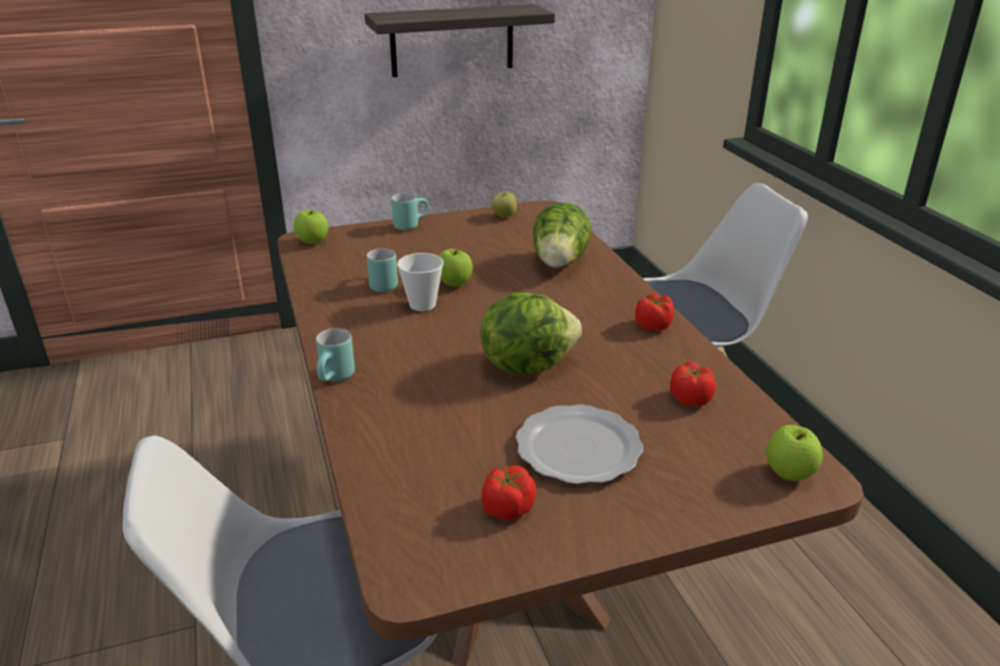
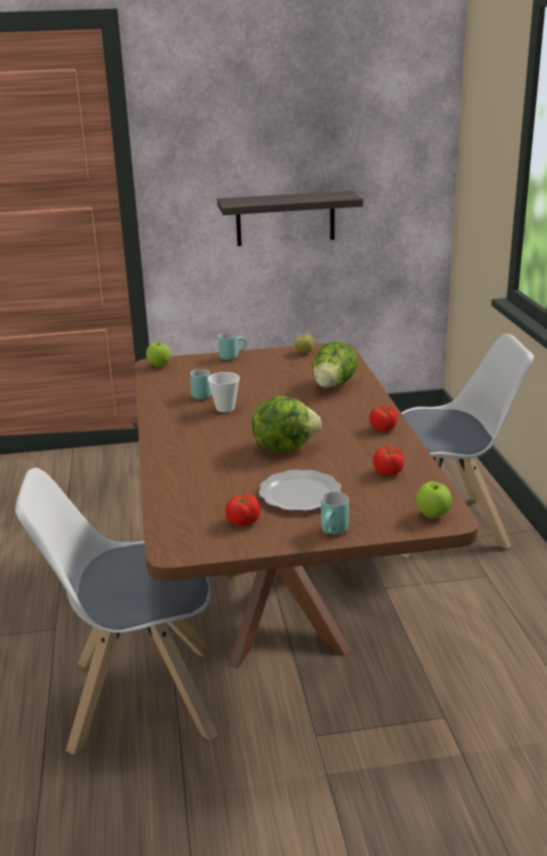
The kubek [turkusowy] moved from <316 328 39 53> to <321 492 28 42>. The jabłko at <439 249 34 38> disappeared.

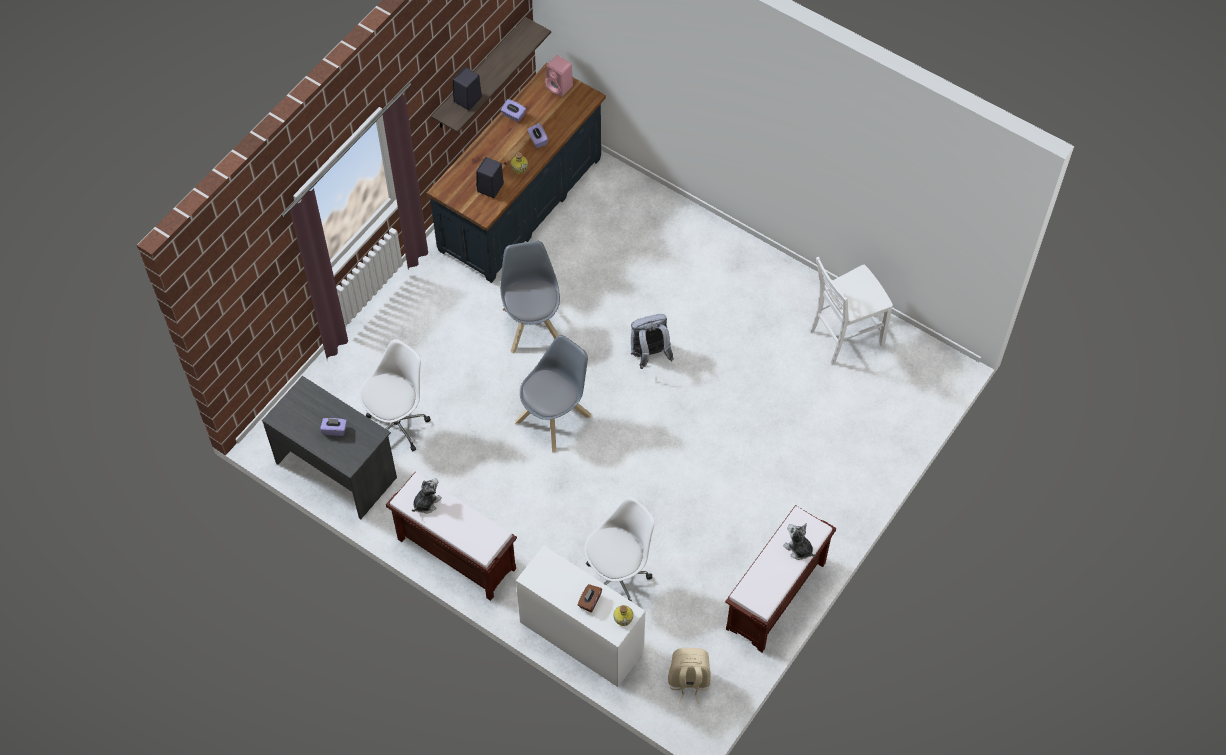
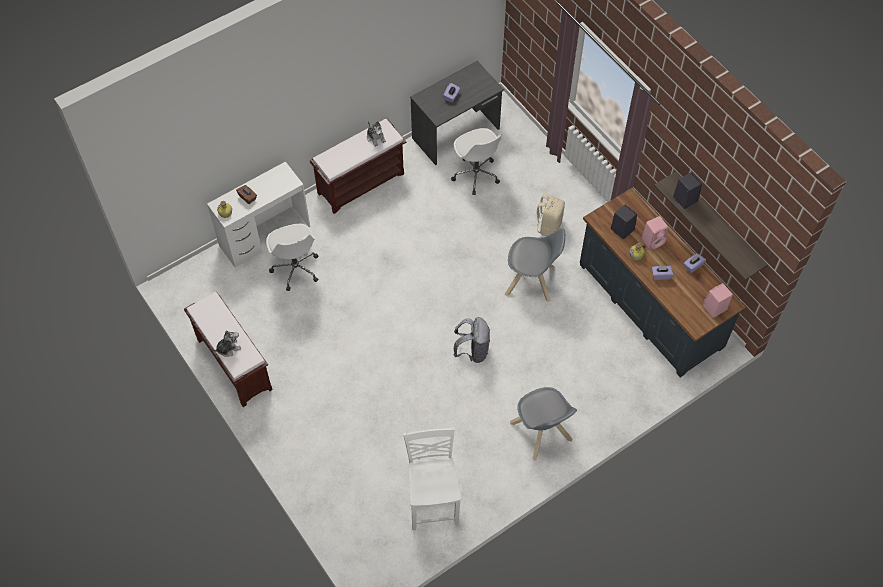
The krzesło [szary] moved from <515 335 76 118> to <510 387 67 74>. The plecak [beżowy] moved from <668 648 43 56> to <530 194 35 42>. The głośnik [różowy] at <642 216 26 35> appeared.

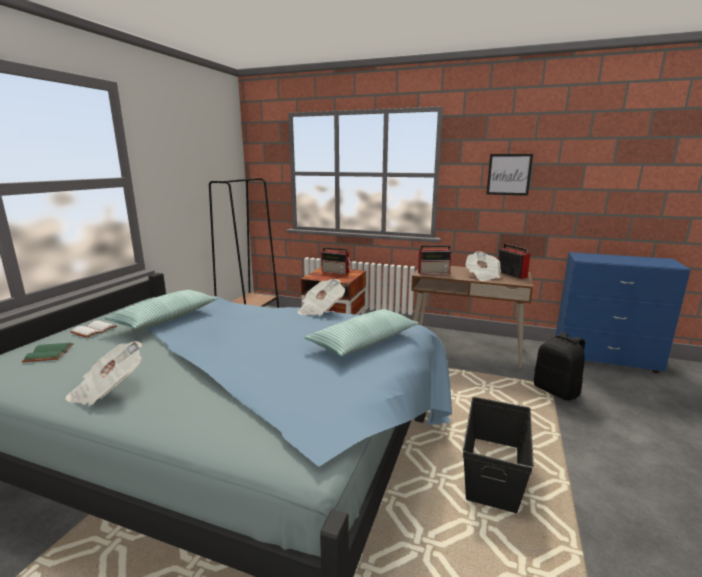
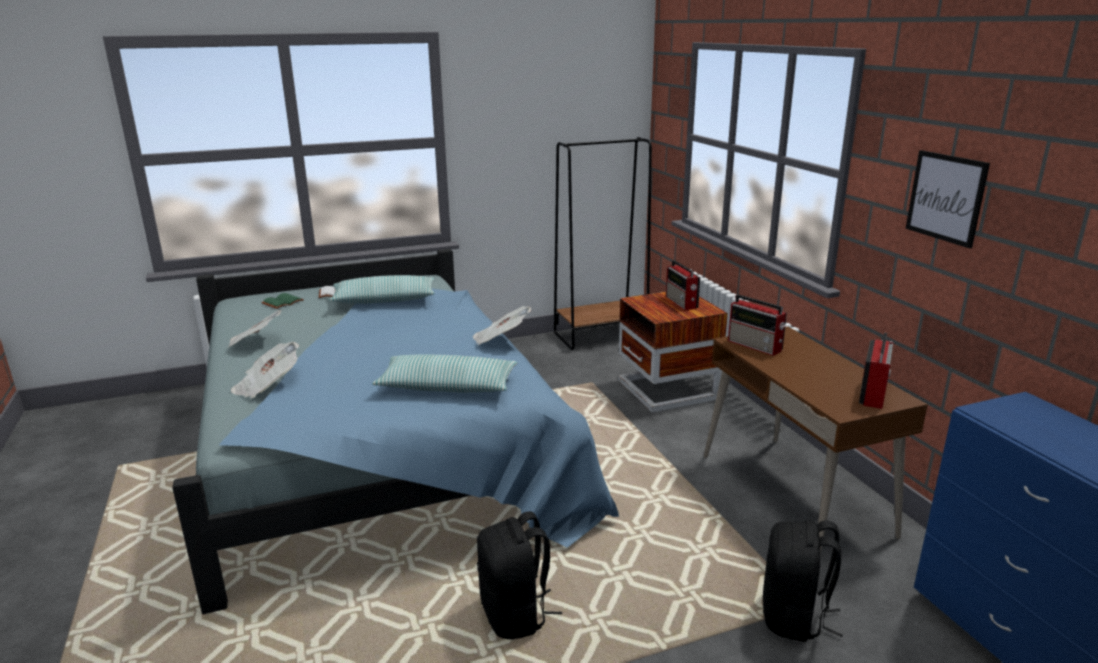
The pojemnik do przechowywania [czarny] at <463 397 71 116> was replaced by the plecak [czarny] at <477 511 85 128>. The gazeta moved from <465 252 36 29> to <231 342 68 56>.

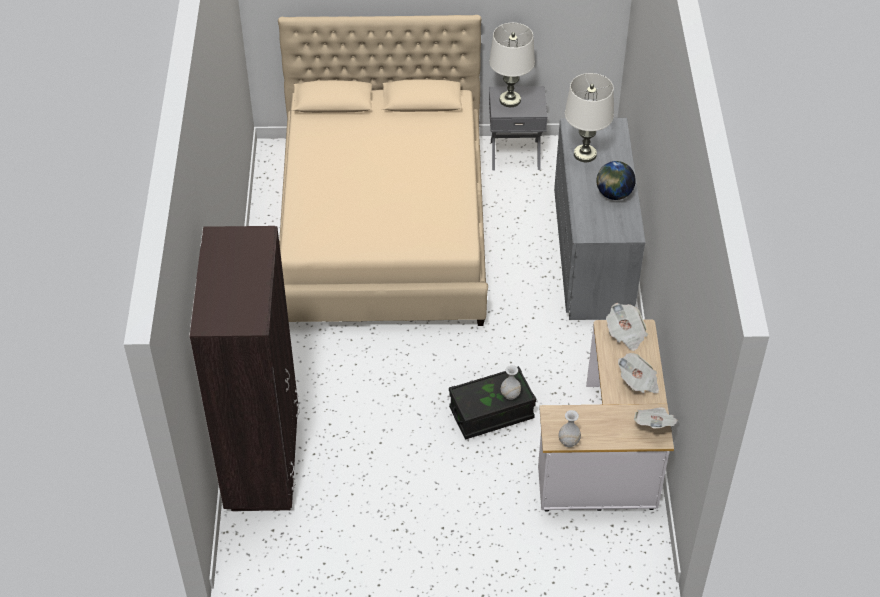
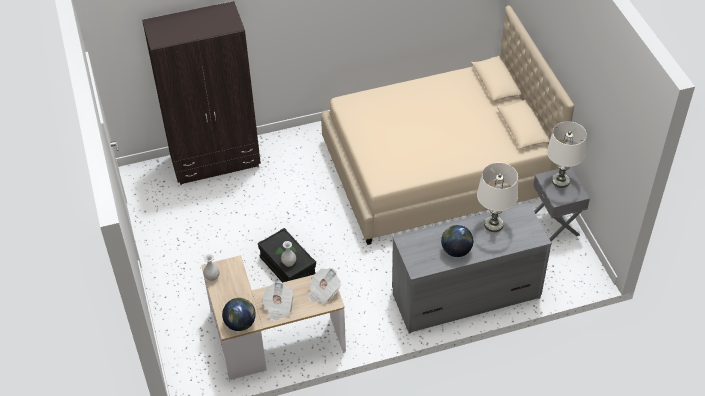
The gazeta at <634 407 44 21> was replaced by the globus at <222 298 34 33>.

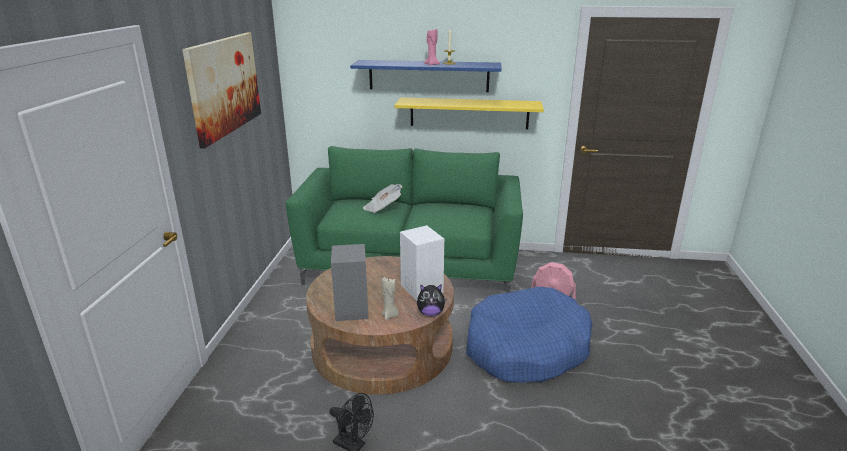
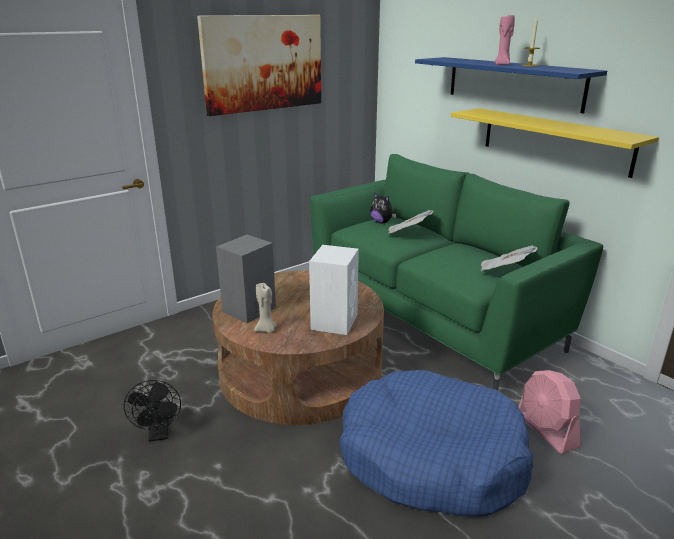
The pluszak moved from <417 284 29 32> to <370 192 26 32>. The gazeta at <481 245 56 26> appeared.

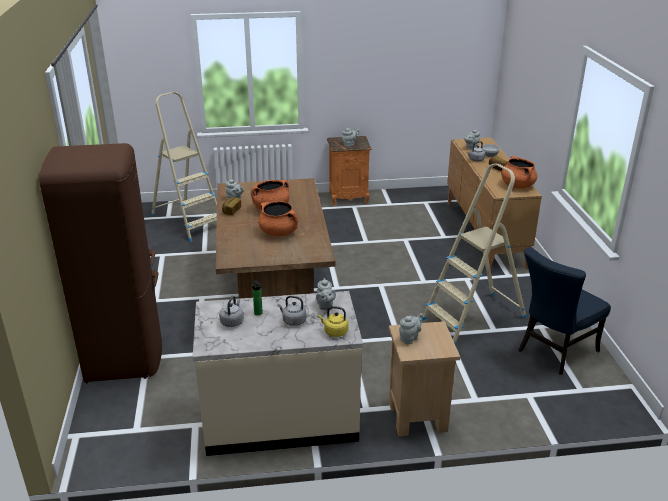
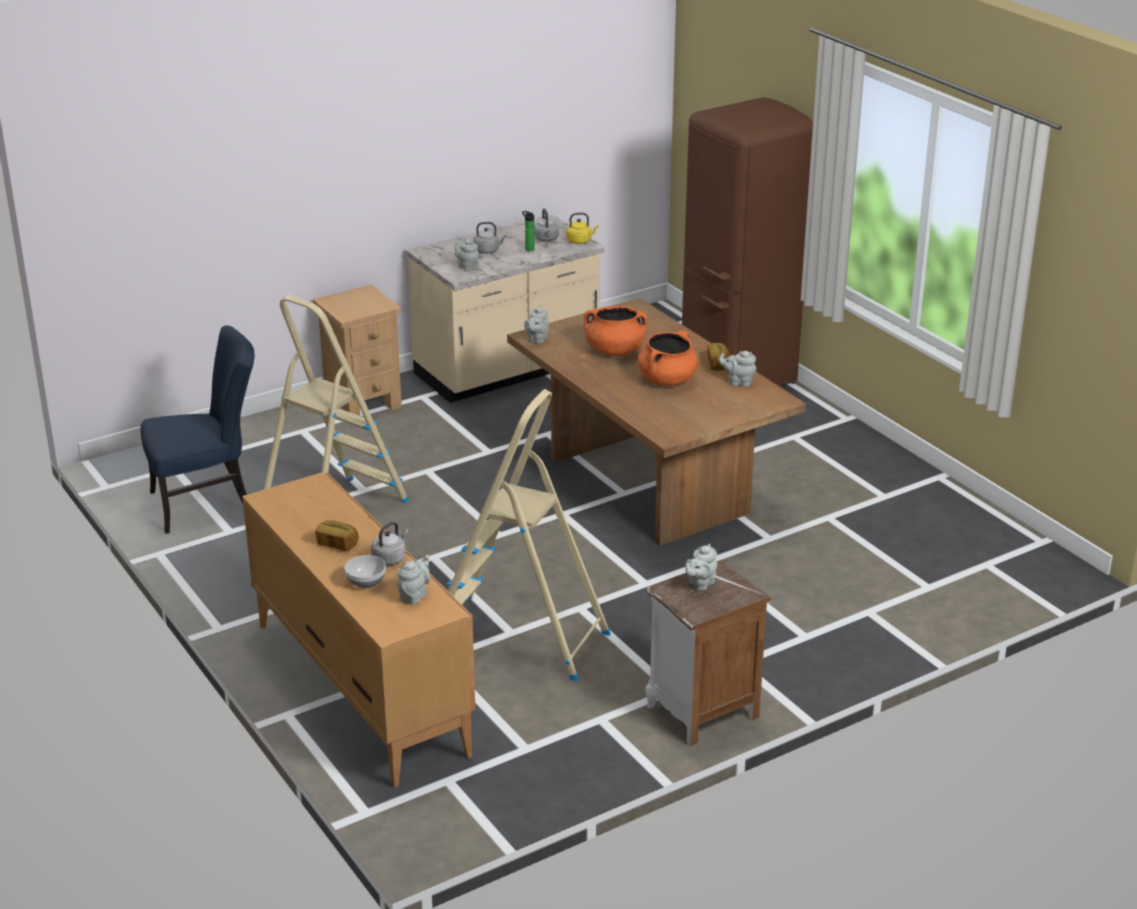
The drabinka [beżowy] moved from <151 92 66 150> to <447 389 164 292>. The czajnik [żółty] moved from <318 306 31 31> to <566 213 33 31>. The szafka nocna [pomarańczowy] at <327 136 45 70> became the szafka nocna [biały] at <645 561 127 185>. The imbryk [szary] moved from <399 313 24 32> to <524 305 25 39>. The garnek [pomarańczowy] at <501 156 36 32> disappeared. The krzesło [niebieski] at <519 248 92 127> turned 45 degrees clockwise.

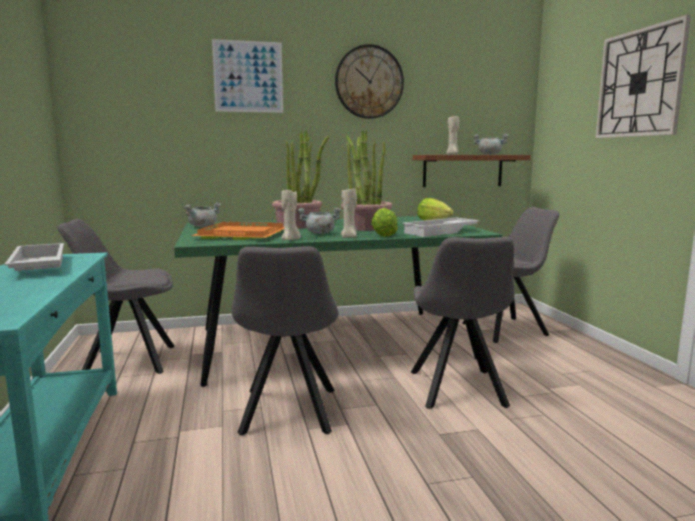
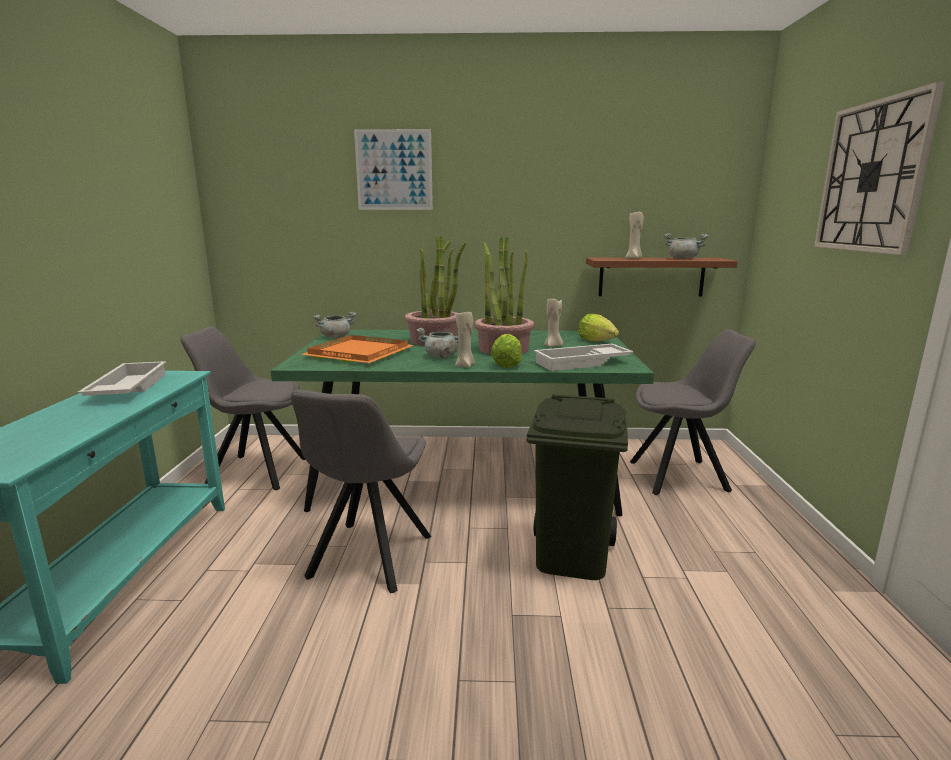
The świeca [beżowy] moved from <281 190 20 50> to <544 298 19 49>. The zegar ścienny at <335 44 69 75> disappeared. The krzesło [szary] at <411 237 103 172> was replaced by the kosz na śmieci [zielony] at <527 394 101 186>.

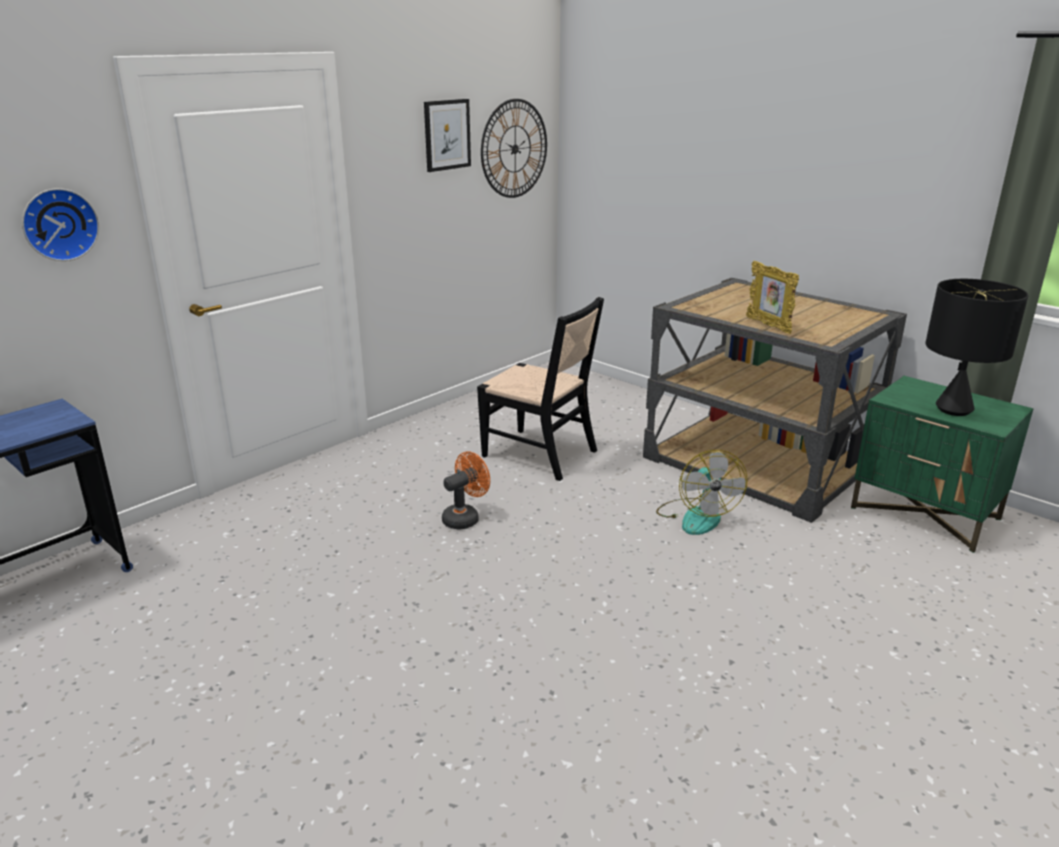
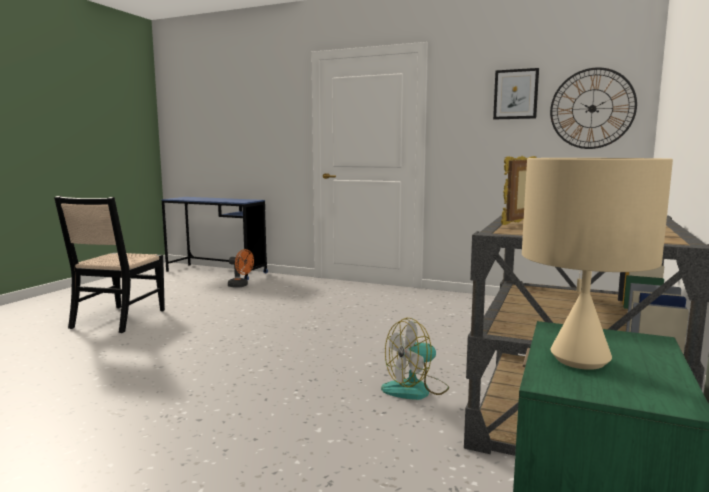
The zegar ścienny at <22 188 77 73> disappeared. The wentylator [pomarańczowy] moved from <442 451 48 79> to <228 249 26 39>. The krzesło moved from <477 297 127 184> to <54 196 111 137>. The lampa stołowa [czarny] at <925 279 103 137> became the lampa stołowa [beżowy] at <522 158 151 212>.

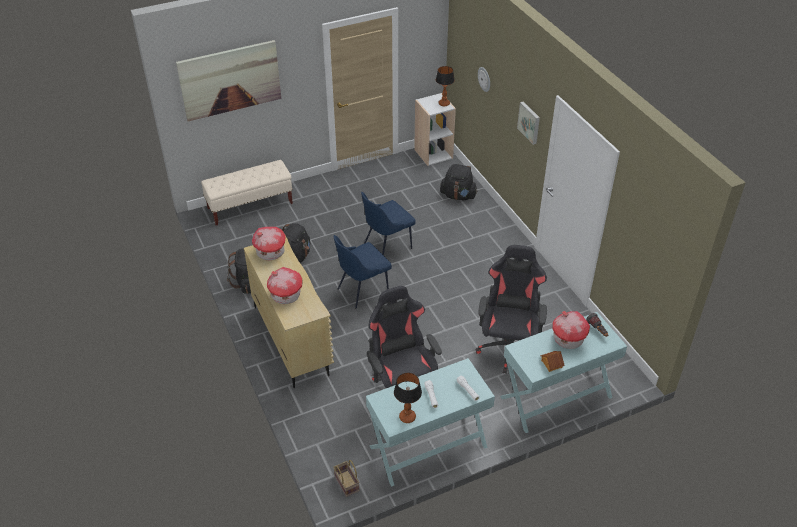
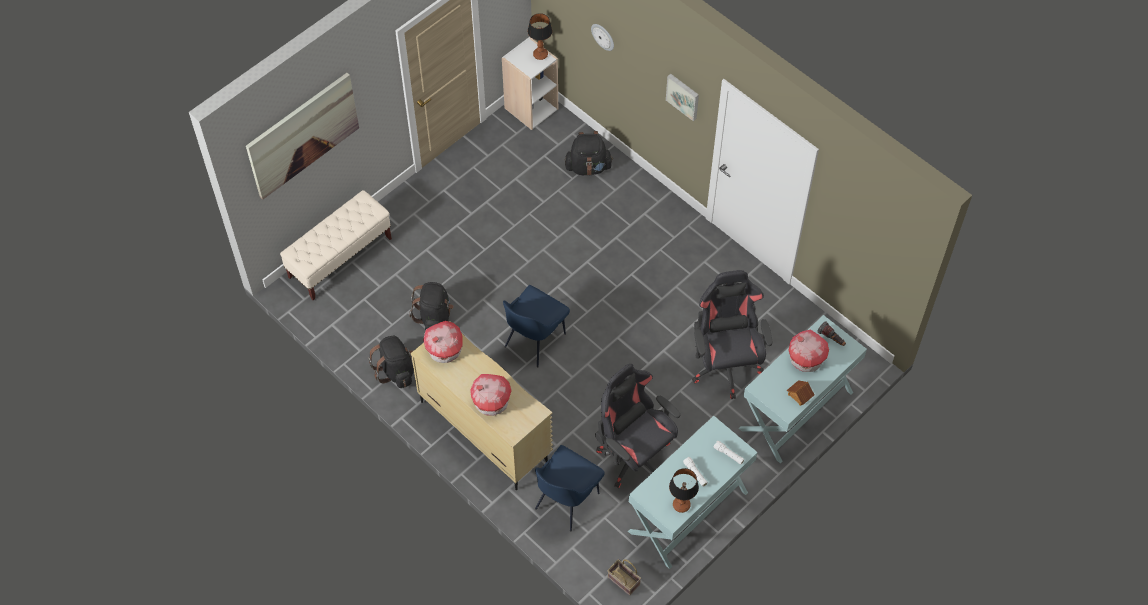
The krzesło [niebieski] moved from <361 192 54 63> to <535 445 70 87>.

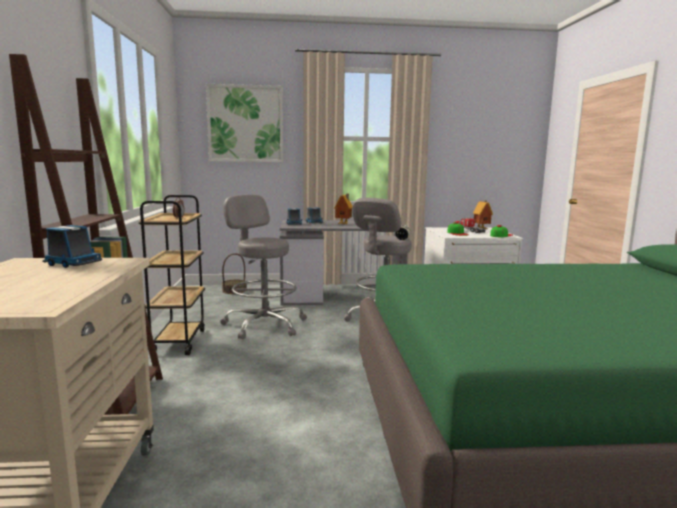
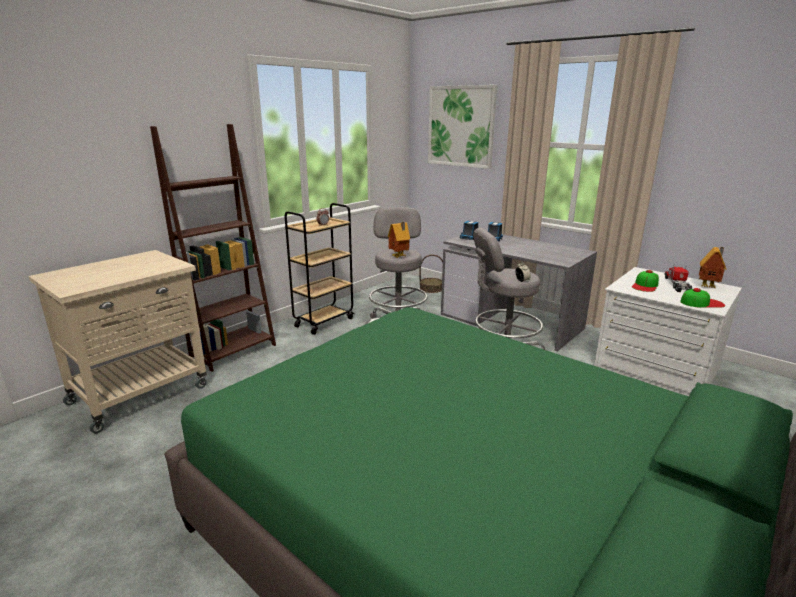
The ciężarówka zabawkowa at <43 225 59 43> disappeared. The domek moved from <334 194 18 30> to <388 222 22 36>.

